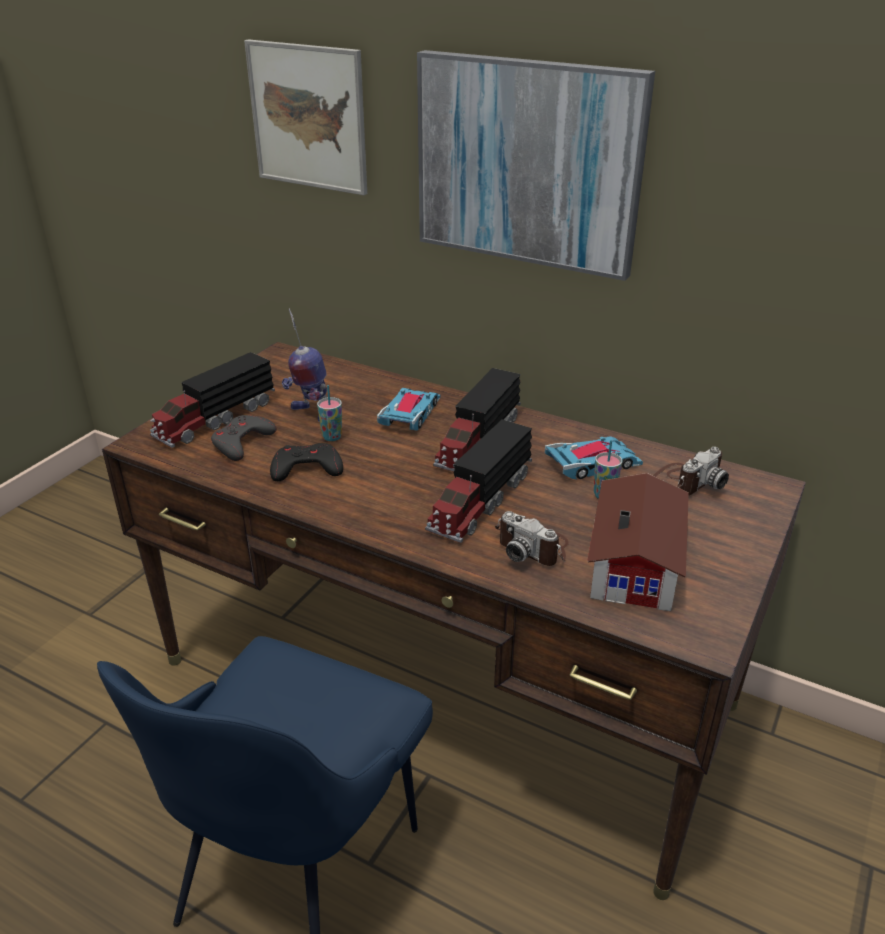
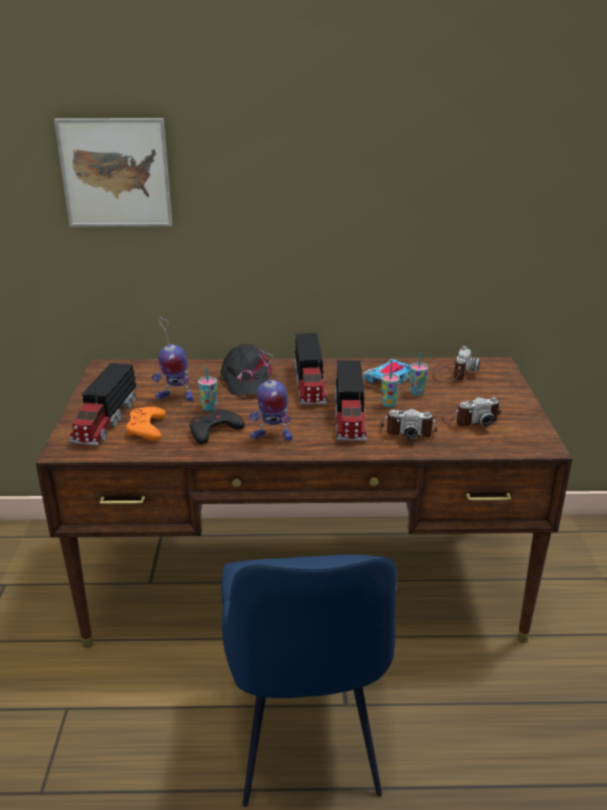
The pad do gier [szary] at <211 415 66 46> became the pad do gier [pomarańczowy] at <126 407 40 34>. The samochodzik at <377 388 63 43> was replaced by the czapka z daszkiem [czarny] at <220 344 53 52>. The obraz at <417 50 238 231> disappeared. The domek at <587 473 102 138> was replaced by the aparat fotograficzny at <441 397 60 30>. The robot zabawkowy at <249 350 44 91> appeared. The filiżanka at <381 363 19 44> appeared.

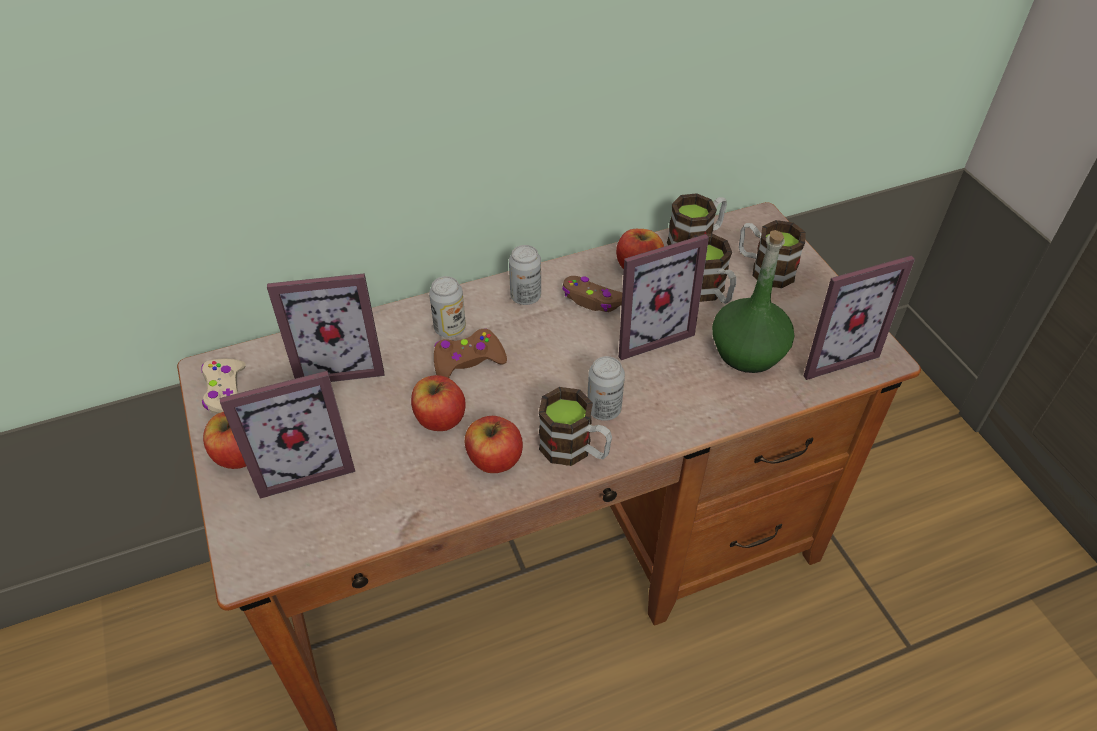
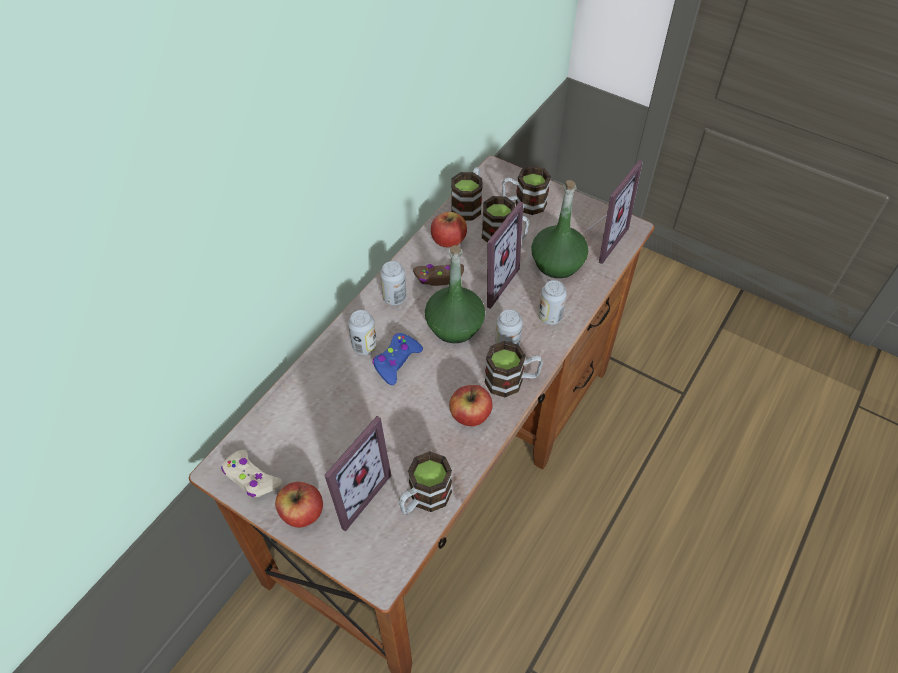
The ramka na zdjęcie at <267 273 117 109> disappeared. The jabłko at <411 375 55 56> disappeared. The pad do gier [brązowy] at <434 328 73 50> became the pad do gier [niebieski] at <372 333 51 52>. The kubek at <399 451 53 63> appeared. The butelka [zielony] at <425 245 60 98> appeared. The puszka at <538 280 29 45> appeared.

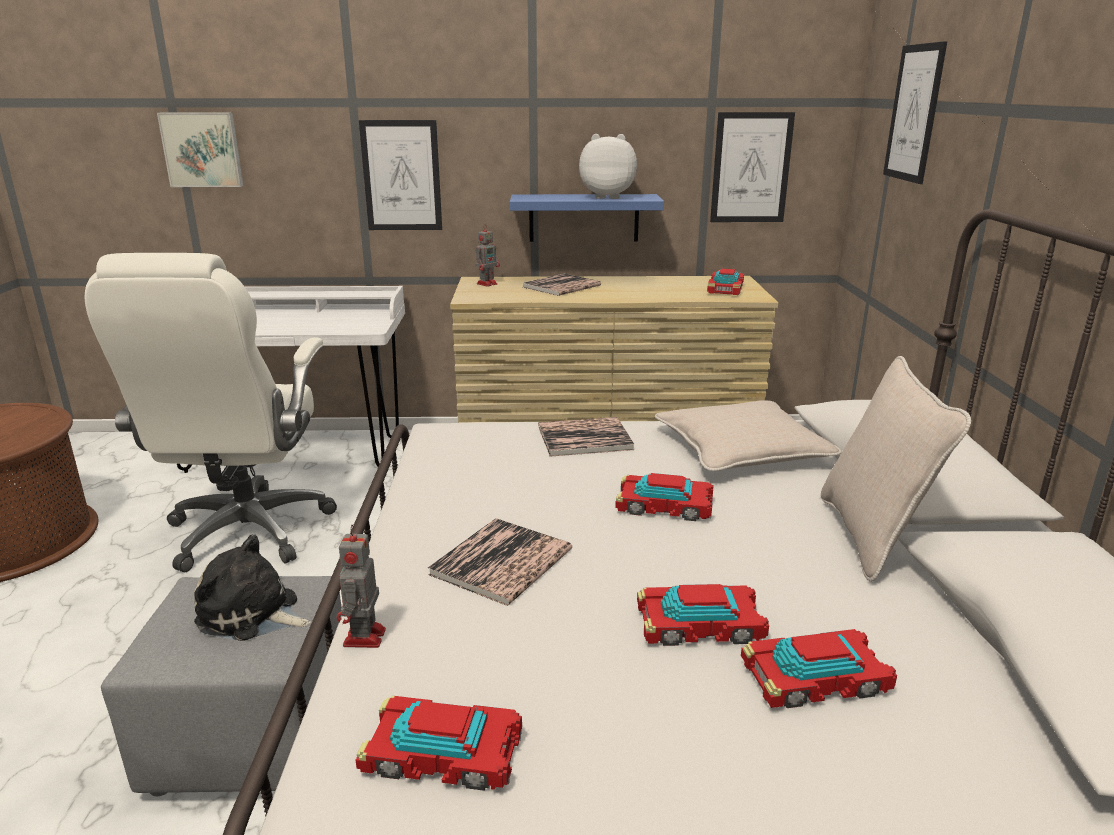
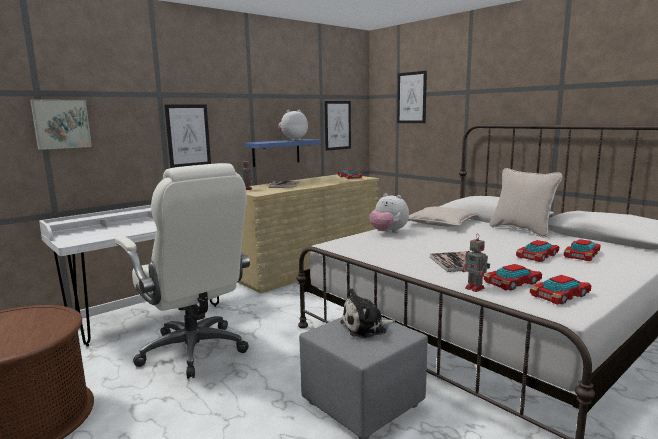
The książka at <538 417 97 40> was replaced by the pluszak at <369 193 40 40>. The samochodzik moved from <615 473 99 48> to <484 264 58 26>.

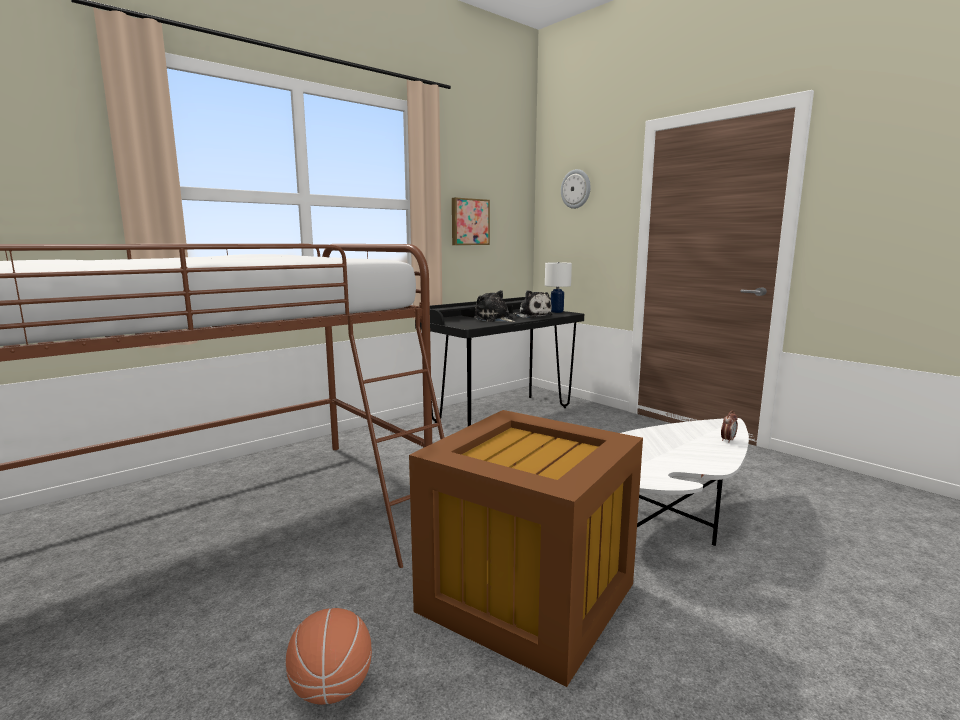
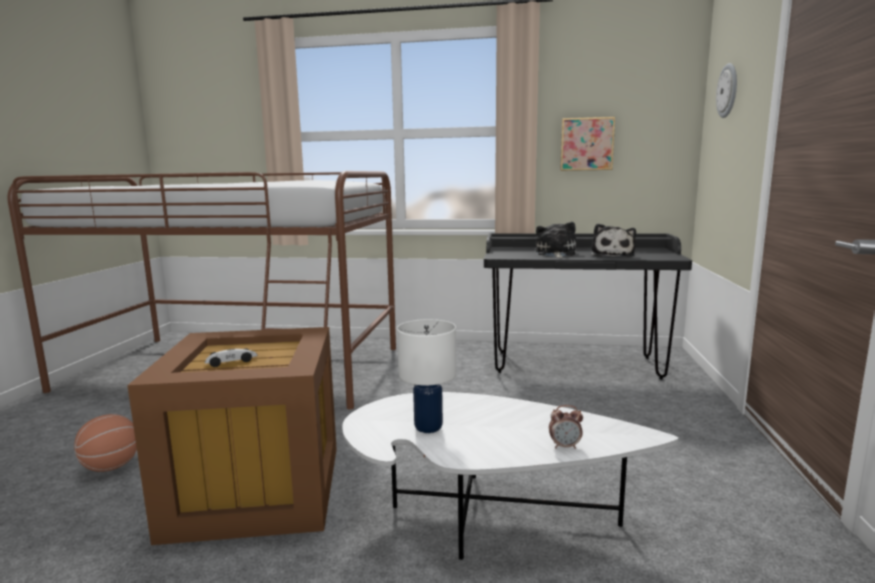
The lampa stołowa [biały] moved from <545 262 27 51> to <397 319 59 114>. The samochodzik at <205 349 53 18> appeared.

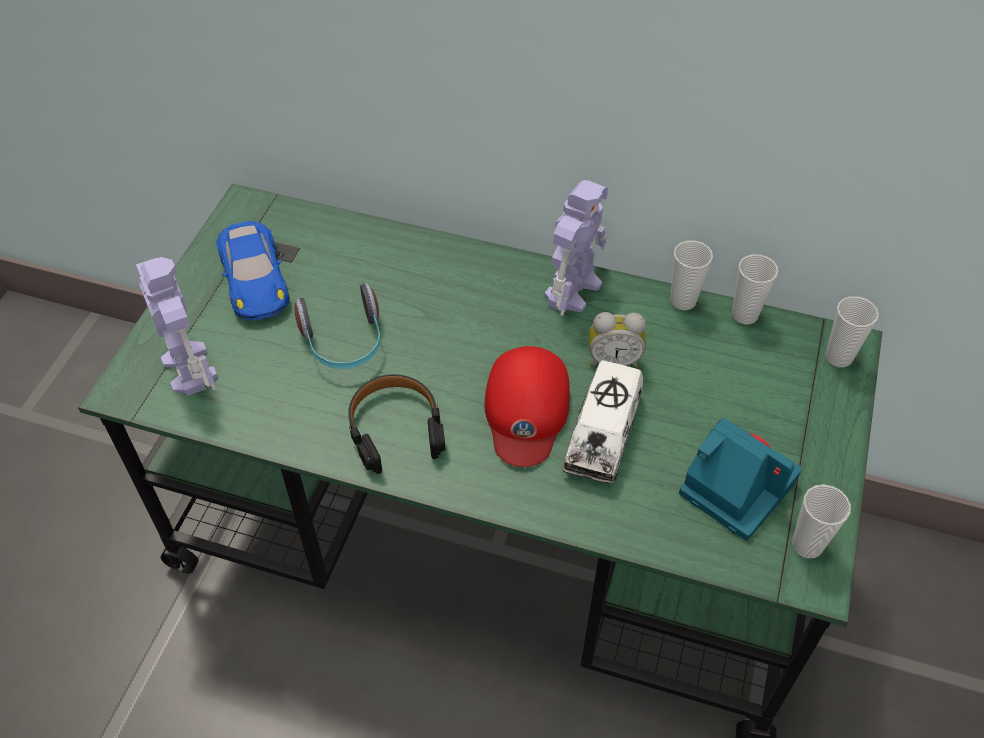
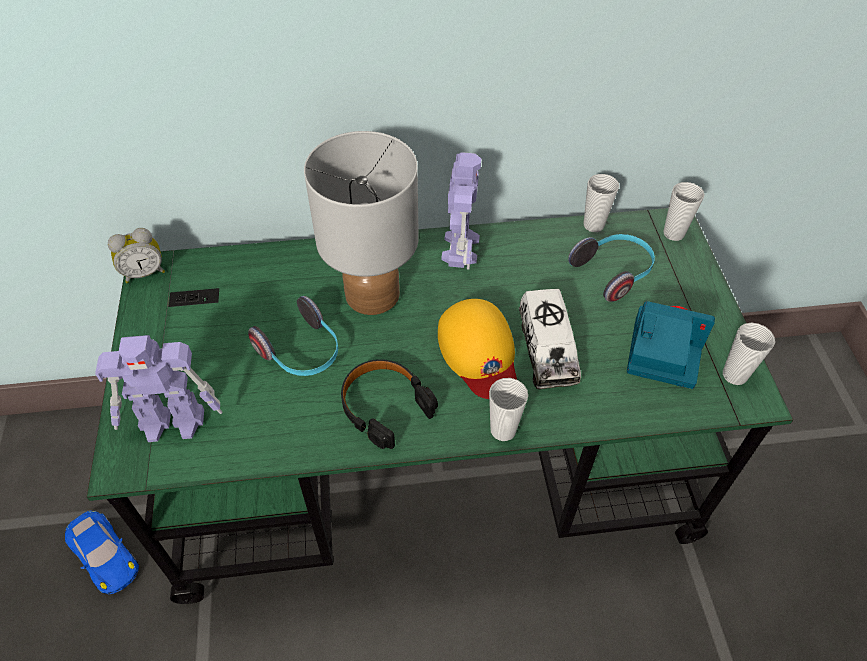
The robot zabawkowy at <136 257 82 139> turned 135 degrees clockwise. The samochodzik [niebieski] moved from <216 221 74 99> to <65 511 74 83>. The czapka z daszkiem [czerwony] at <484 346 86 121> became the czapka z daszkiem [żółty] at <438 299 79 100>. The budzik moved from <589 312 57 56> to <108 228 57 55>. The filiżanka moved from <670 240 43 70> to <489 378 39 63>. The lampa stołowa [szary] at <304 131 115 184> appeared. The słuchawki at <568 234 87 68> appeared.

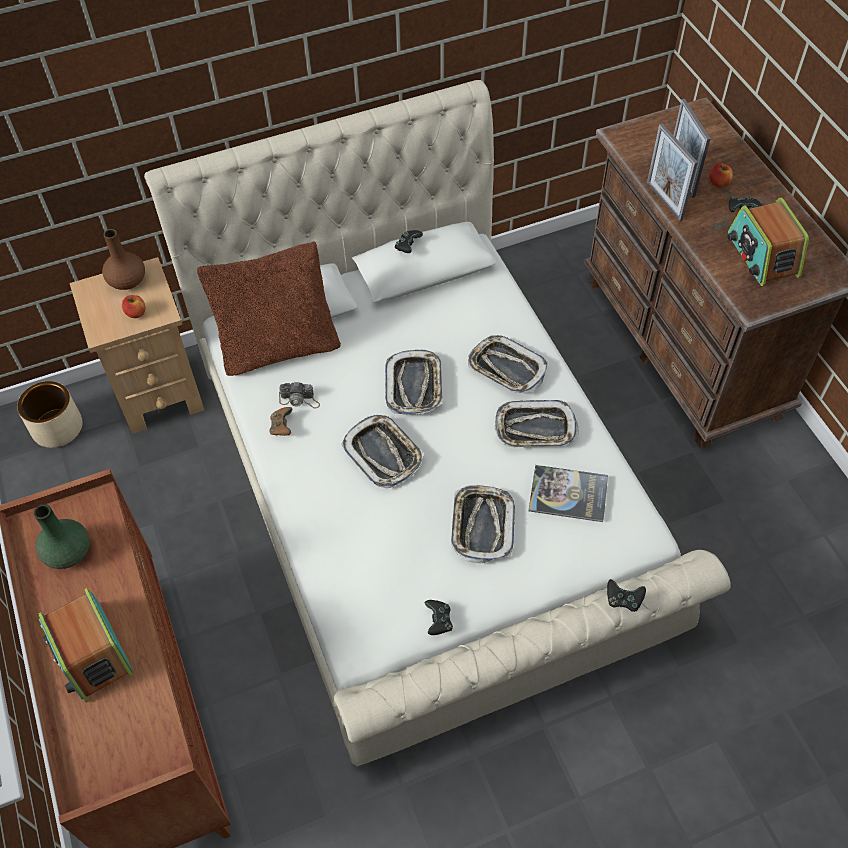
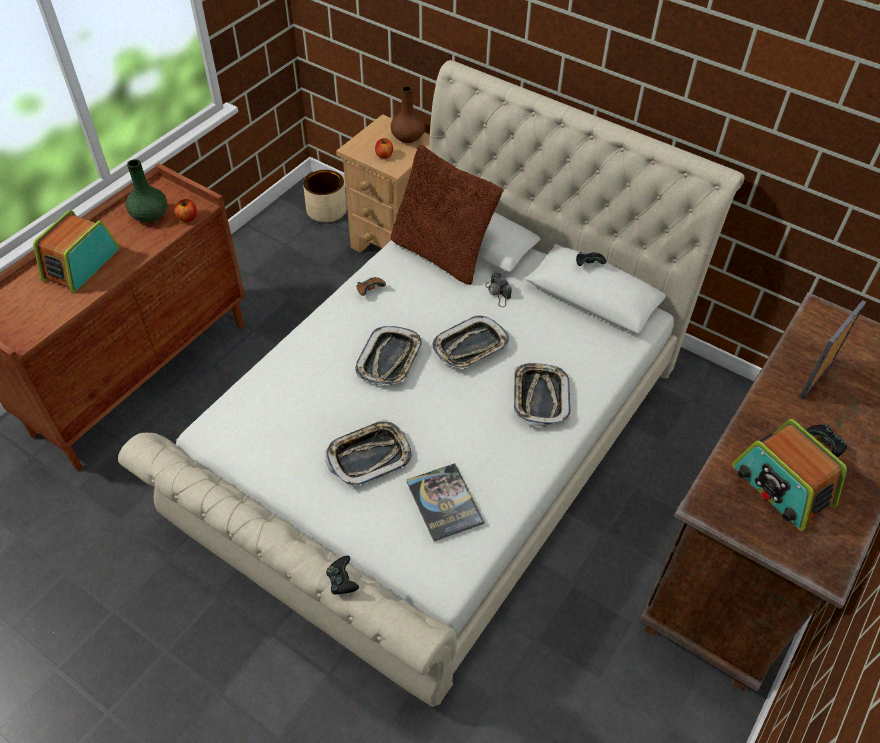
The aparat fotograficzny moved from <279 382 41 27> to <485 272 27 35>. The pad do gier [czarny] at <425 600 28 35> disappeared. The taca at <495 400 84 47> disappeared. The ramka na zdjęcie at <647 123 51 98> disappeared. The jabłko moved from <709 163 24 25> to <174 199 23 23>. The radio at <727 198 82 88> turned 75 degrees counterclockwise.

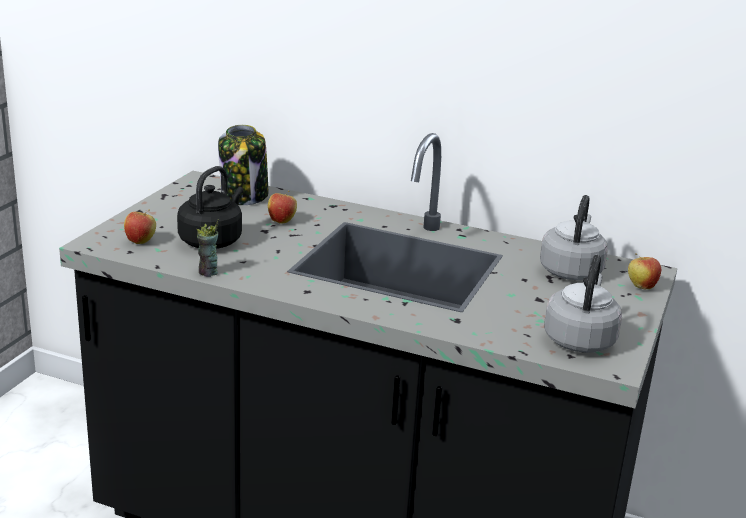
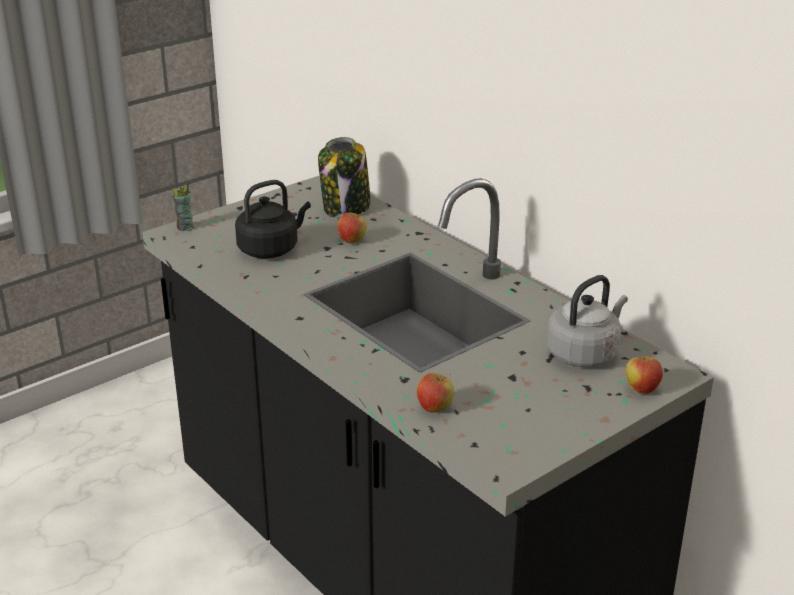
The jabłko moved from <124 209 32 35> to <417 373 38 40>. The filiżanka moved from <197 219 22 58> to <173 183 21 48>. The czajnik [szary] at <544 255 78 98> disappeared.

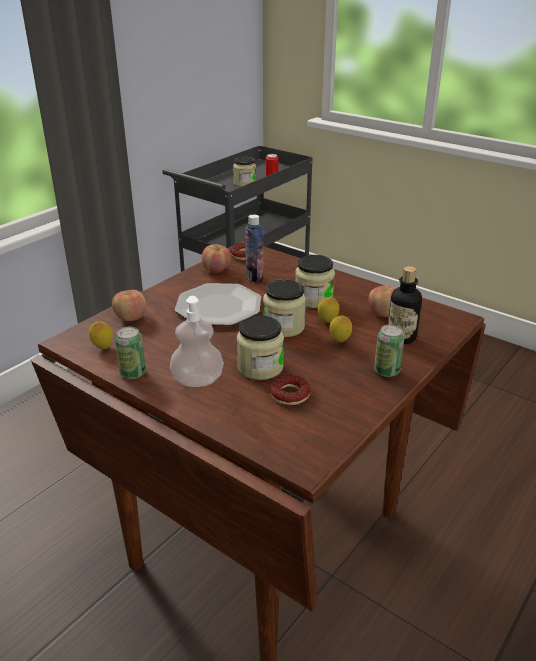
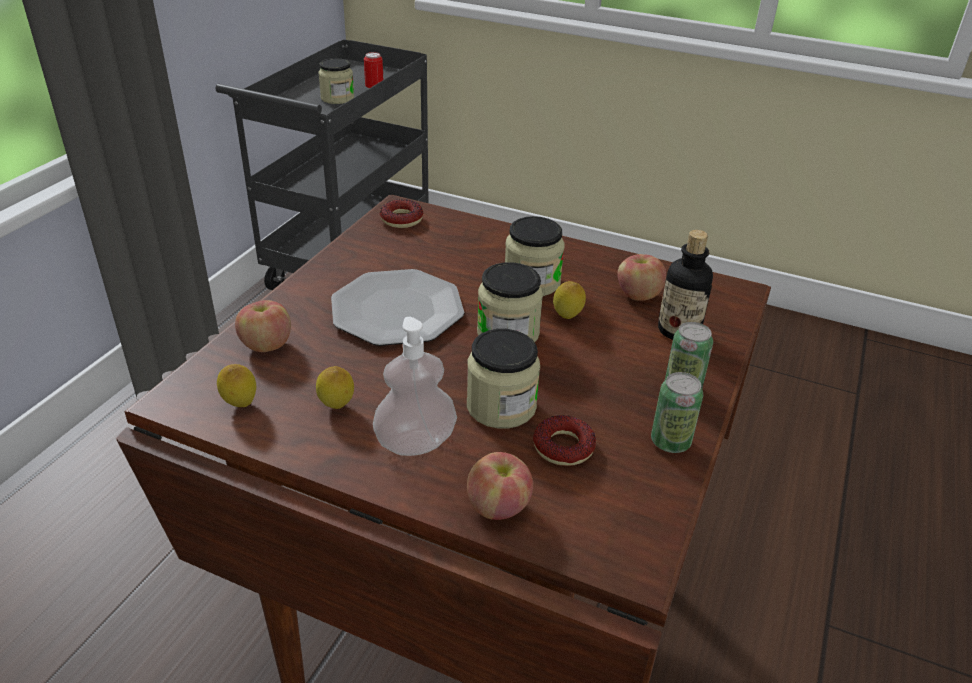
The puszka moved from <115 327 31 52> to <651 372 52 81>. The jabłko moved from <202 244 29 29> to <467 452 66 68>. The butelka at <245 215 19 68> disappeared. The cytryna moved from <329 316 23 27> to <316 366 38 43>.

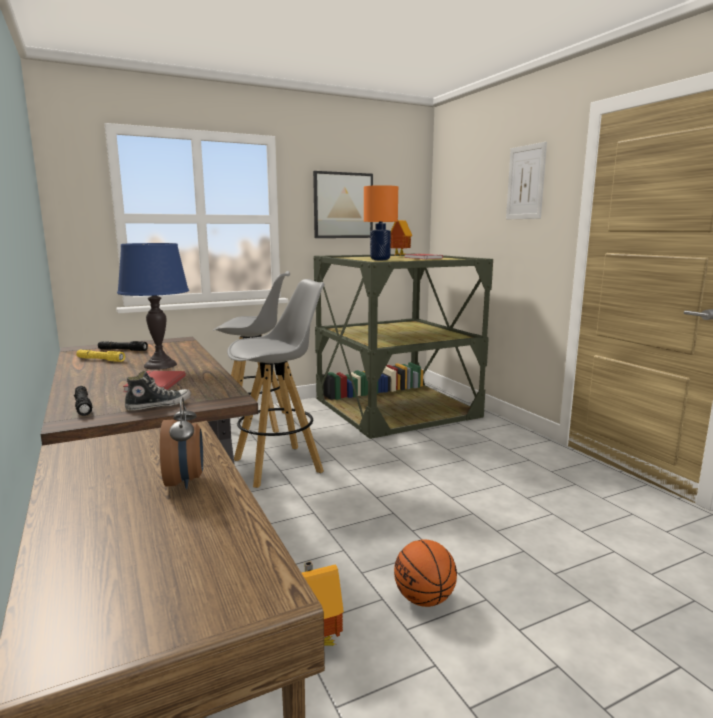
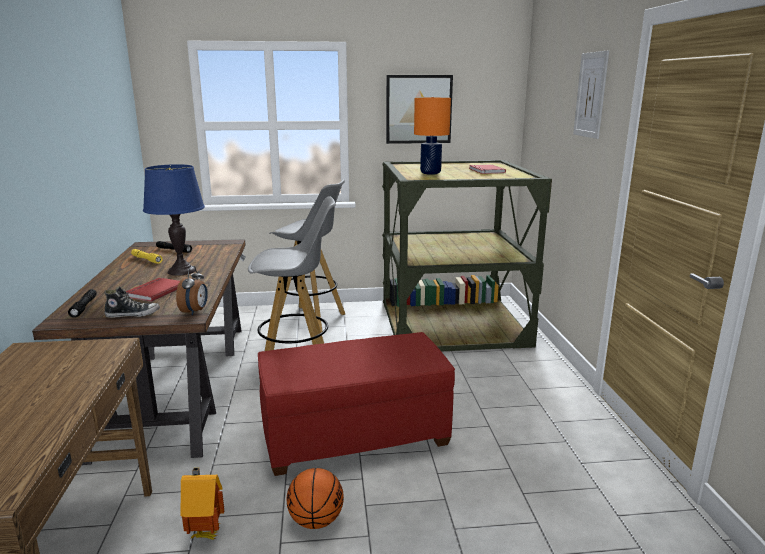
The budzik moved from <160 397 43 92> to <176 266 32 49>. The domek at <391 220 21 36> disappeared. The pufa [czerwony] at <258 332 197 144> appeared.

